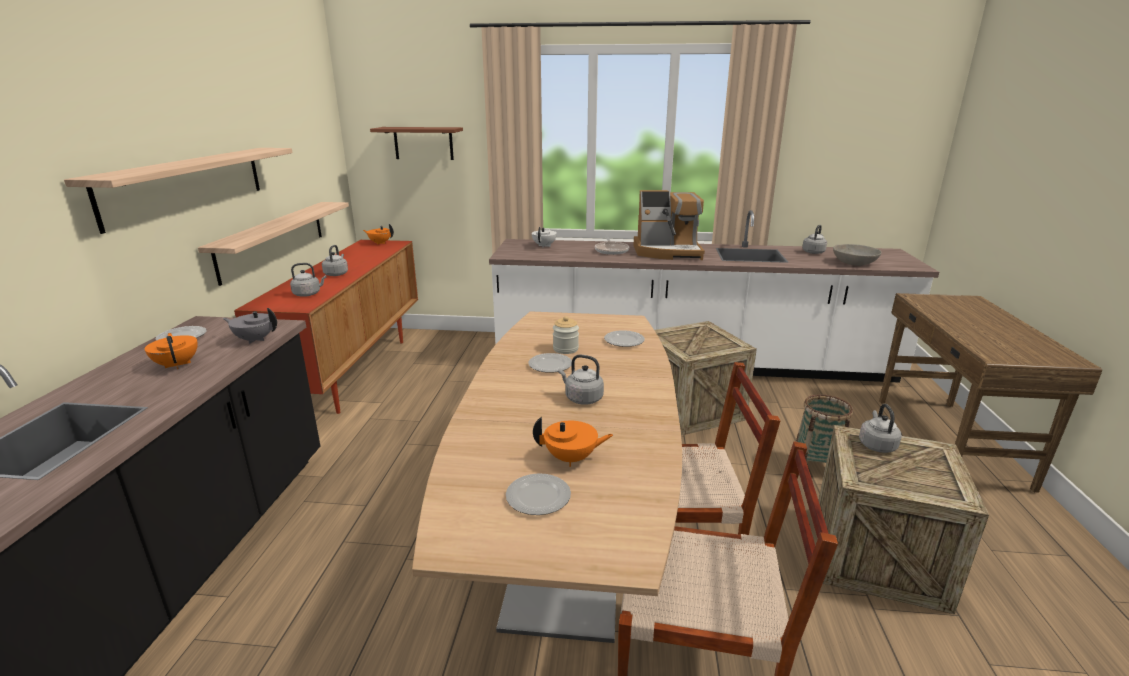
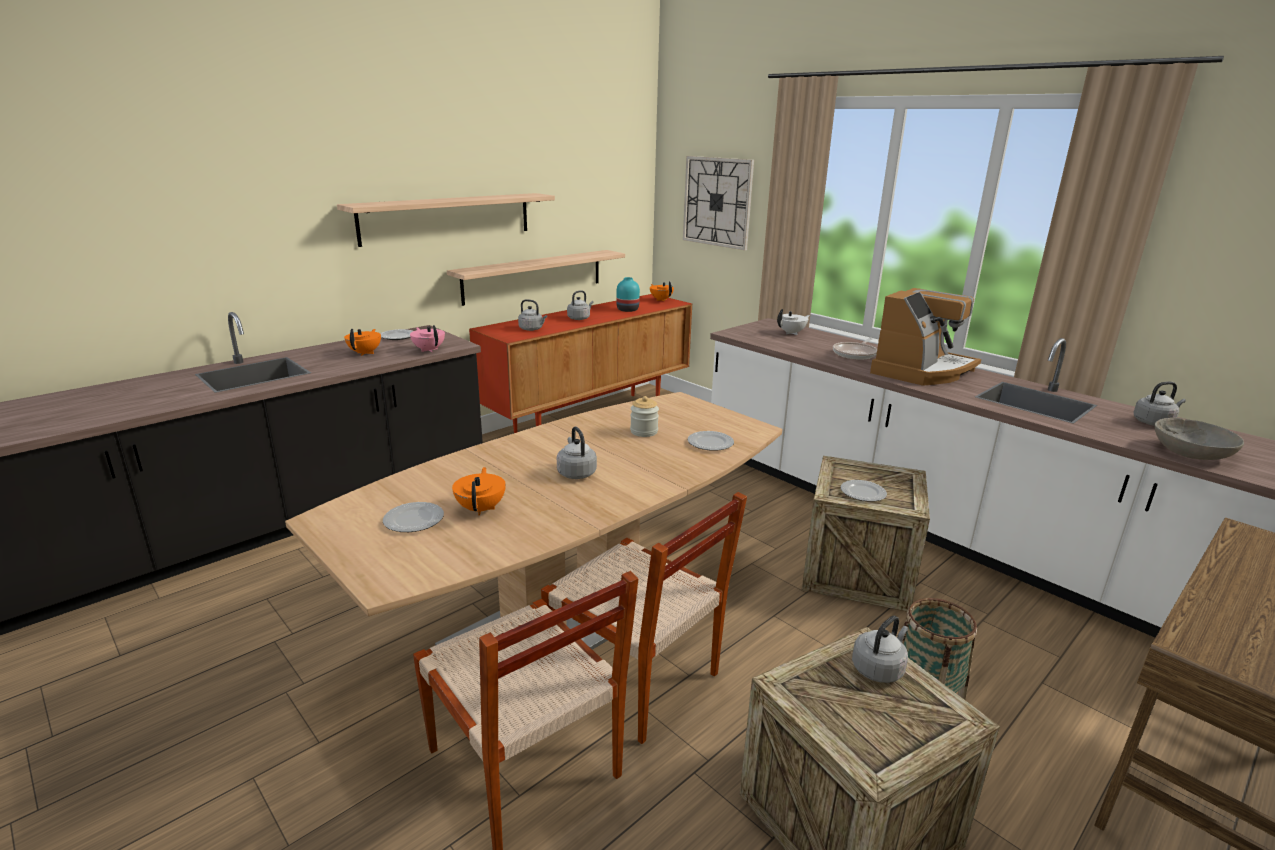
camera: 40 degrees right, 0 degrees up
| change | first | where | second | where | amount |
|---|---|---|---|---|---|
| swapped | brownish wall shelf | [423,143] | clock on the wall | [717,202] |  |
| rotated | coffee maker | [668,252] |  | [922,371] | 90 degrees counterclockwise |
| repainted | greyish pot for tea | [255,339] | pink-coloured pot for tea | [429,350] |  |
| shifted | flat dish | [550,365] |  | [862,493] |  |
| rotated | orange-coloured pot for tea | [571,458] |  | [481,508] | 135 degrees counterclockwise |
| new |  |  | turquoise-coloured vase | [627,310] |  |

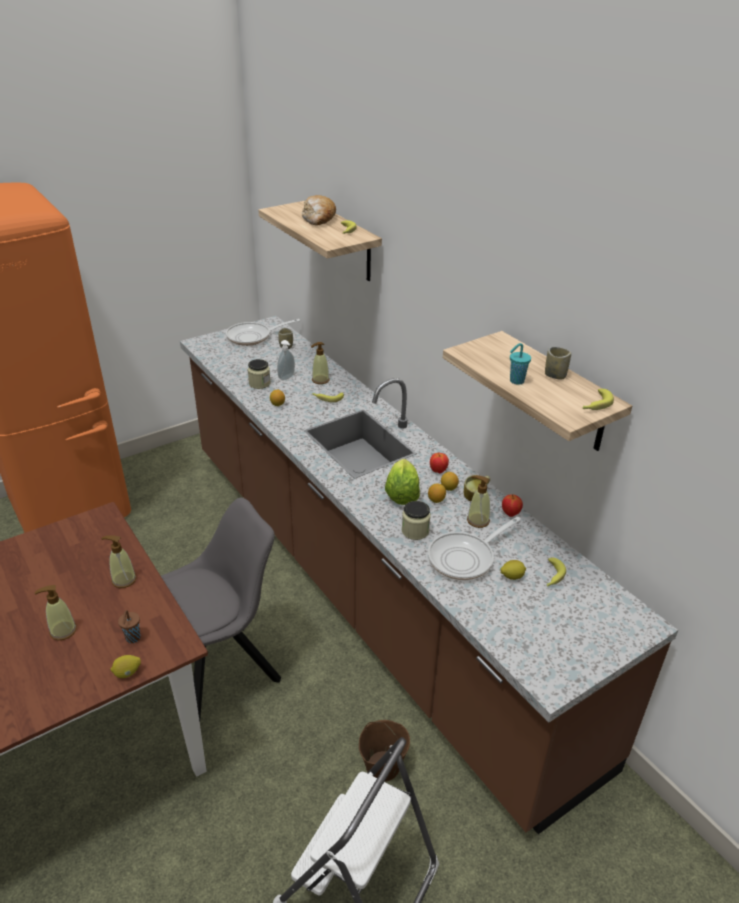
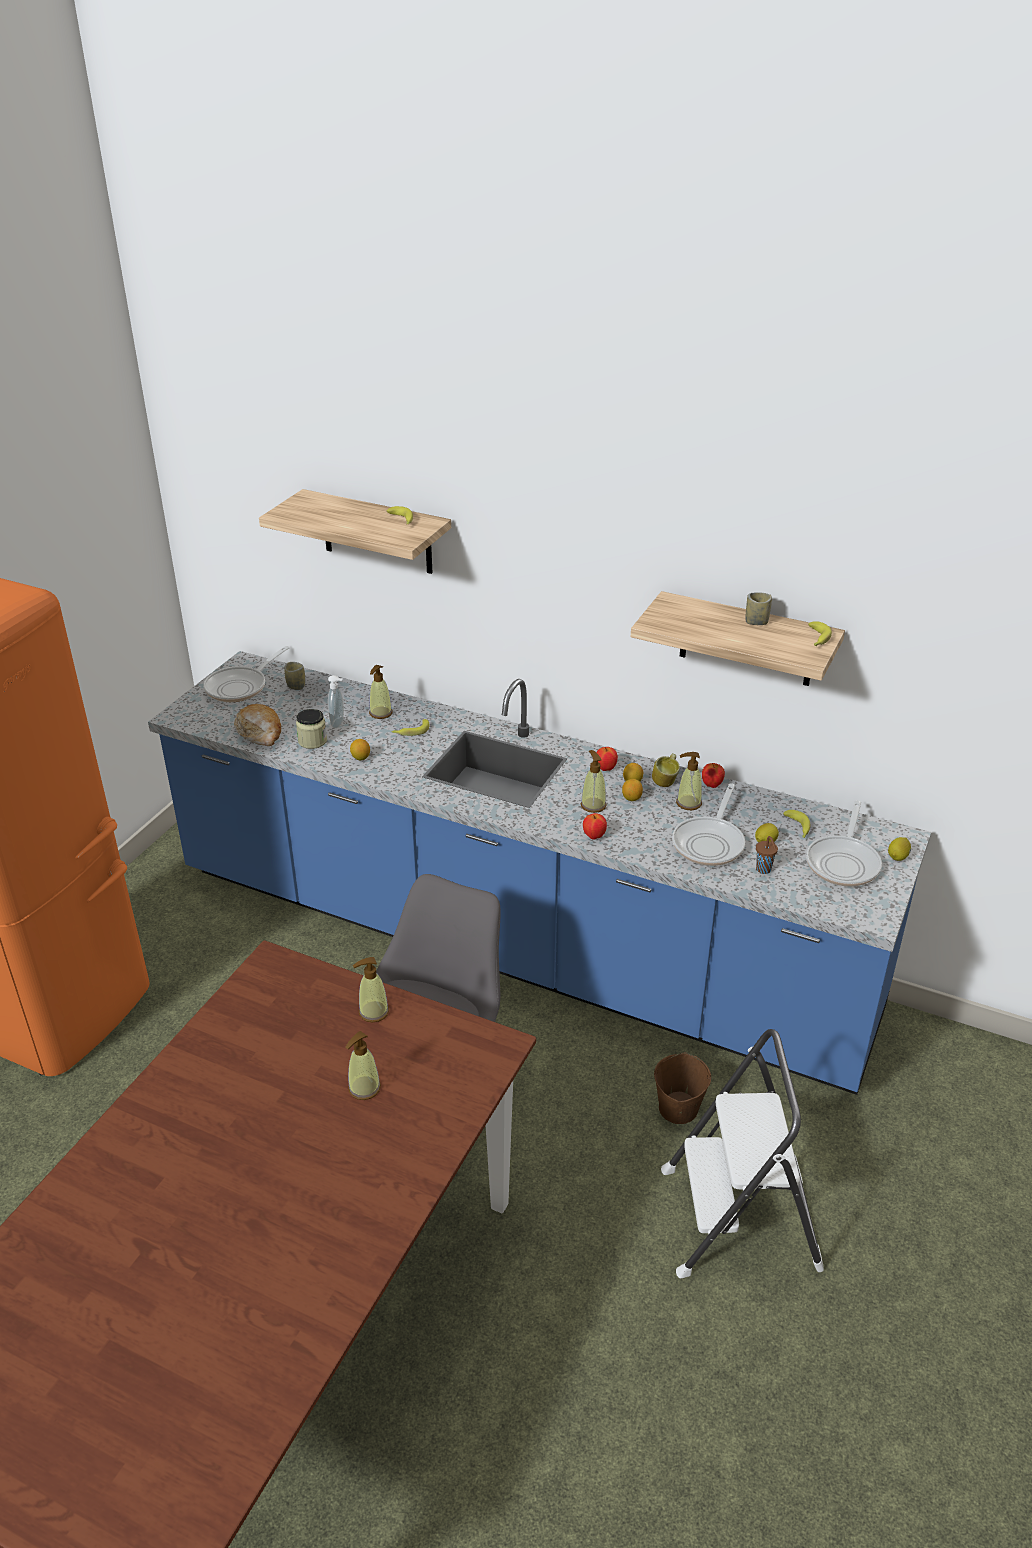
camera: 30 degrees left, 0 degrees up
| change | first | where | second | where | amount |
|---|---|---|---|---|---|
| shifted | baked bread | [318,219] |  | [260,733] |  |
| repainted | brownish kitchen counter | [366,586] | blue-coloured kitchen counter | [516,944] |  |
| gone | turquoise-coloured small cup | [516,381] |  |  |  |
| swapped | head of lettuce | [402,494] | soap dispenser | [593,805] |  |
| gone | jar | [415,531] |  |  |  |
| shifted | brownish small cup | [133,638] |  | [764,870] |  |
| shifted | citrus fruit | [127,673] |  | [898,857] |  |
| new |  |  | pan | [844,862] |  |
| new |  |  | apple fruit | [594,836] |  |

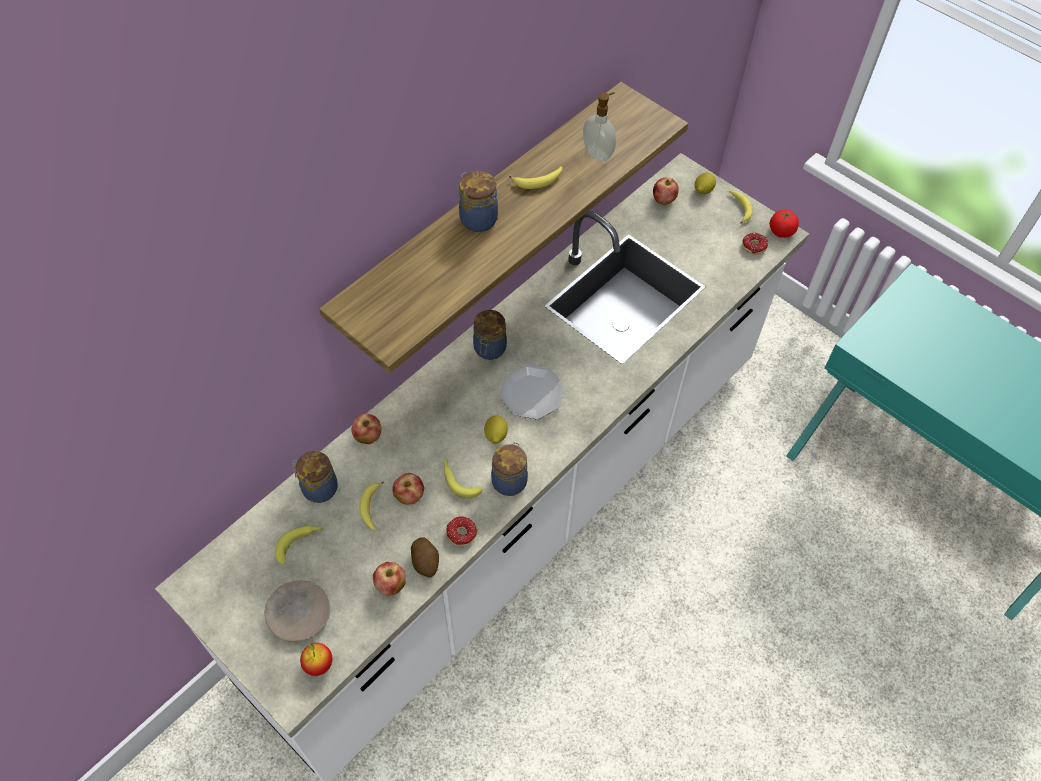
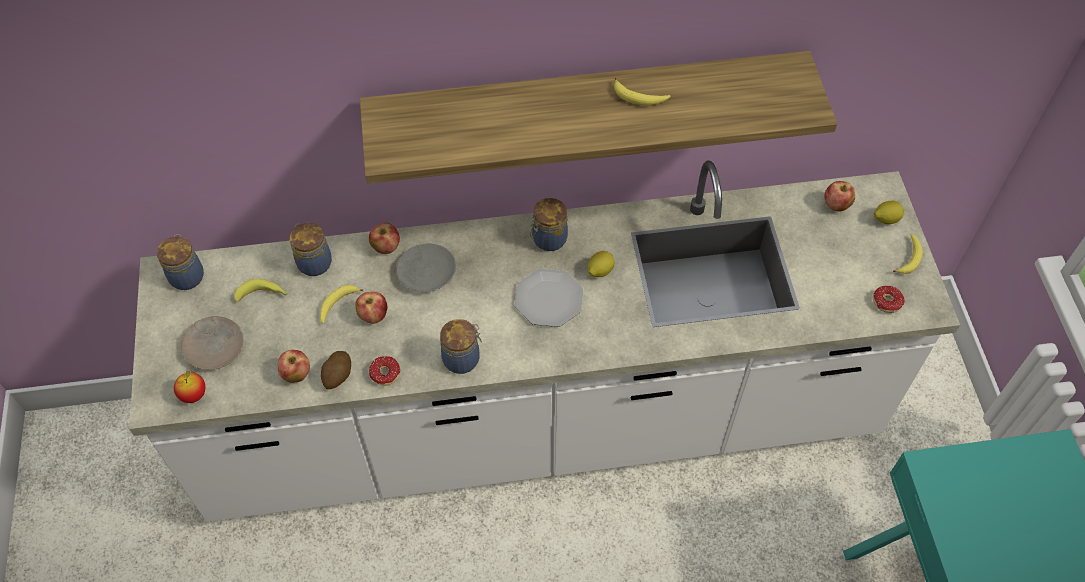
camera: 40 degrees right, 0 degrees up
| change | first | where | second | where | amount |
|---|---|---|---|---|---|
| gone | soap dispenser | [598,153] |  |  |  |
| shifted | jar | [477,218] |  | [187,275] |  |
| gone | whole tomato | [781,231] |  |  |  |
| shifted | citrus fruit | [495,435] |  | [599,271] |  |
| gone | banana | [459,480] |  |  |  |
| new |  |  | greyish flat dish | [426,272] |  |

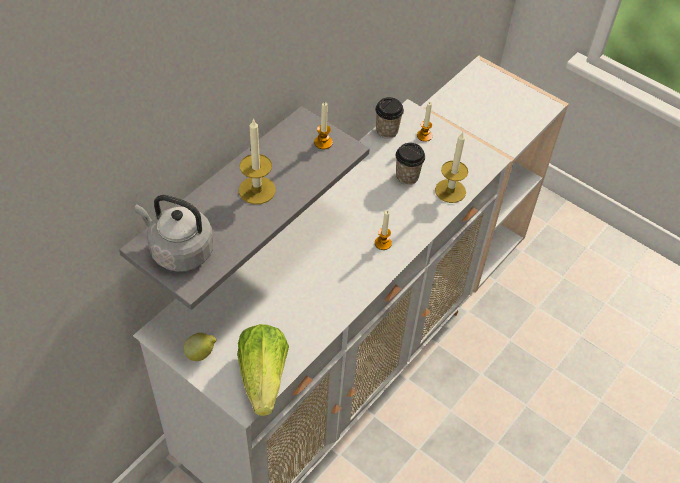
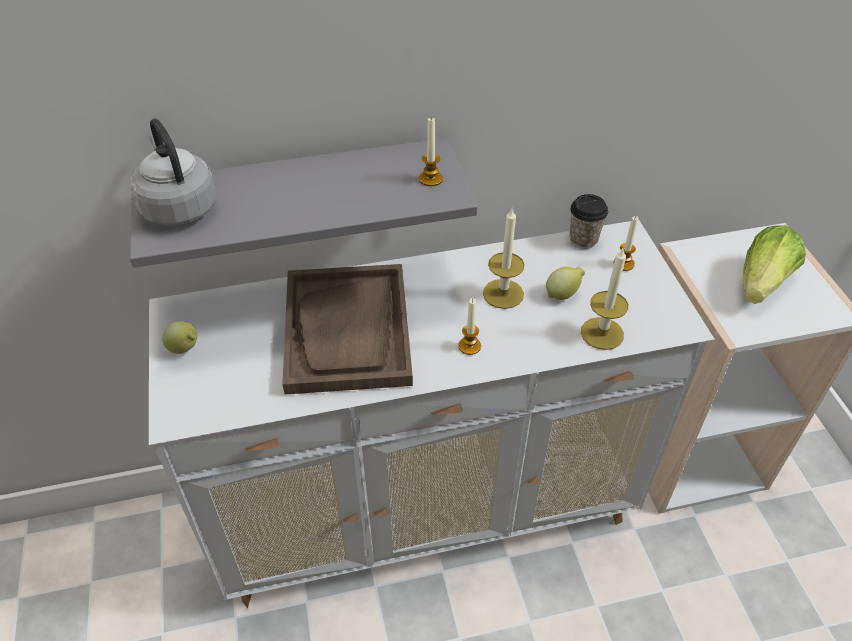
camera: 40 degrees right, 5 degrees down
| change | first | where | second | where | amount |
|---|---|---|---|---|---|
| shifted | wax light | [257,190] |  | [503,294] |  |
| swapped | small cup | [407,177] | citrus fruit | [563,294] |  |
| shifted | head of lettuce | [263,377] |  | [762,283] |  |
| new |  |  | brownish serving tray | [347,330] |  |

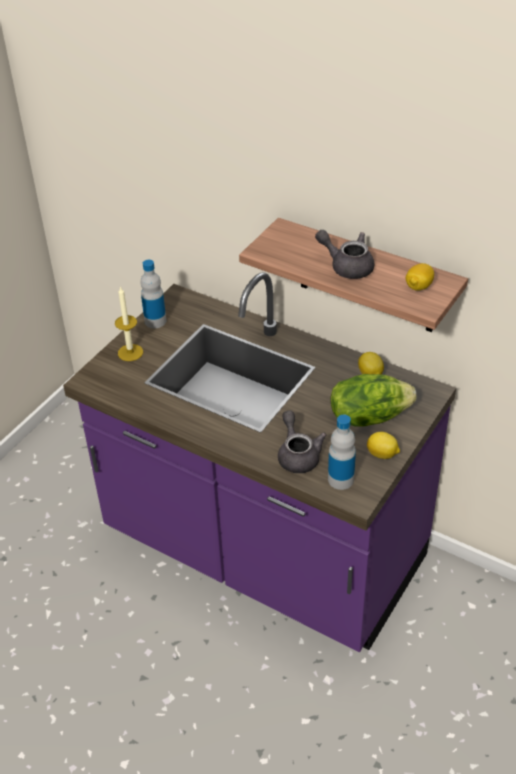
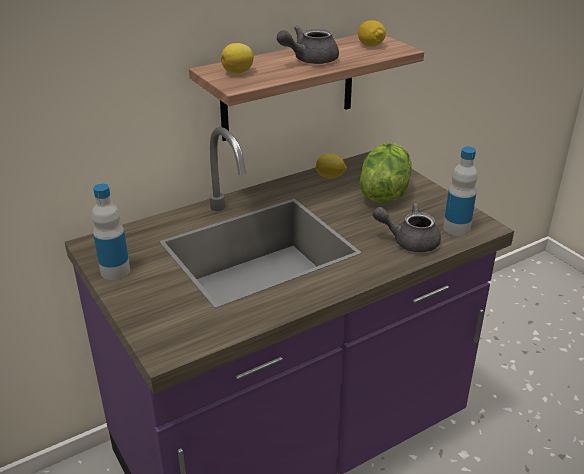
camera: 65 degrees left, 10 degrees down
| change | first | where | second | where | amount |
|---|---|---|---|---|---|
| gone | wax light | [130,352] |  |  |  |
| shifted | citrus fruit | [382,455] |  | [238,72] |  |

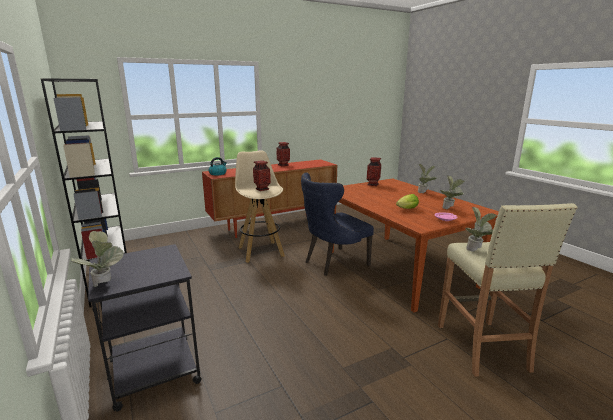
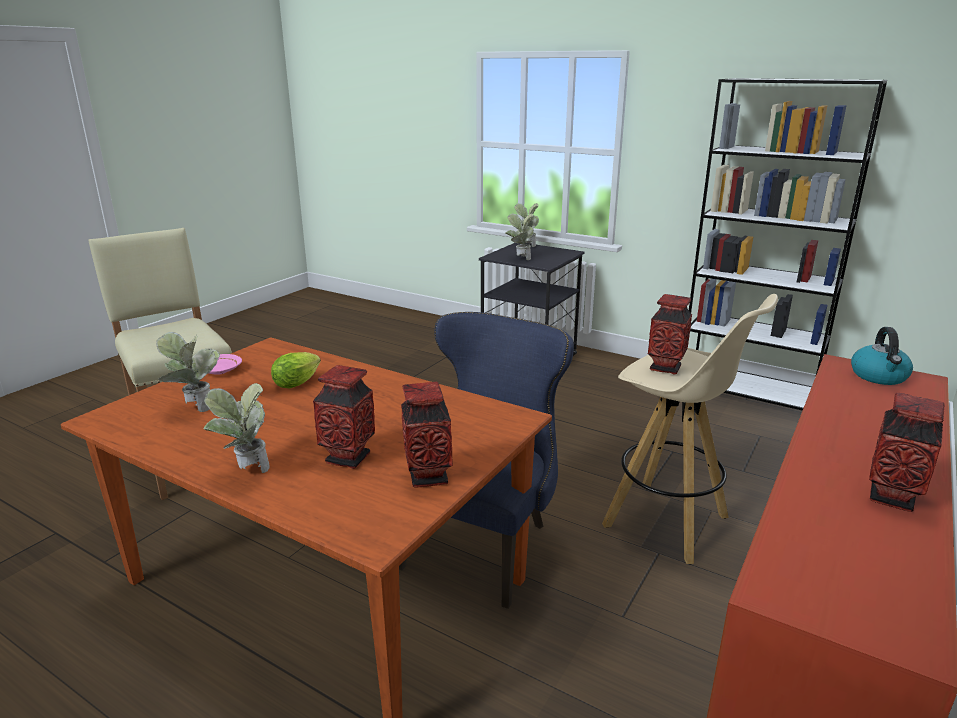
camera: 150 degrees right, 5 degrees up
| change | first | where | second | where | amount |
|---|---|---|---|---|---|
| shifted | plant in a pot | [477,250] |  | [519,258] |  |
| new |  |  | vase | [348,458] |  |

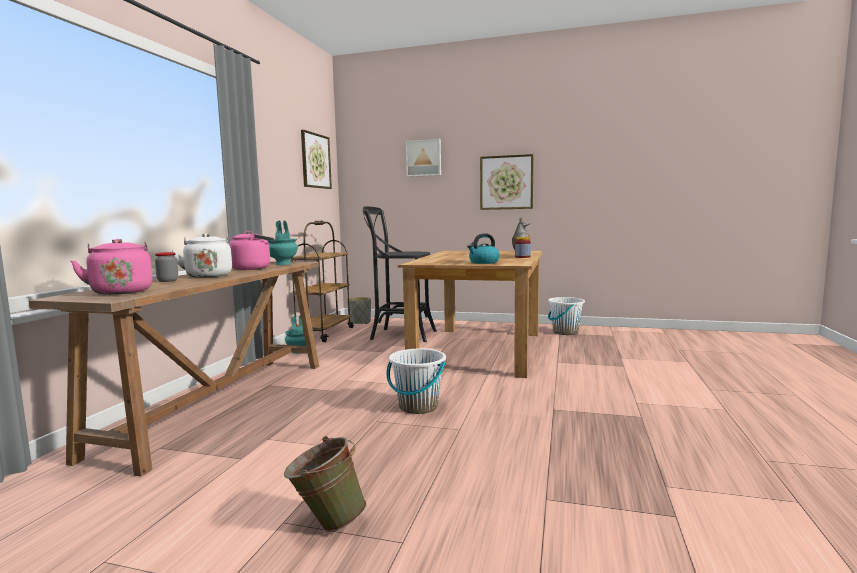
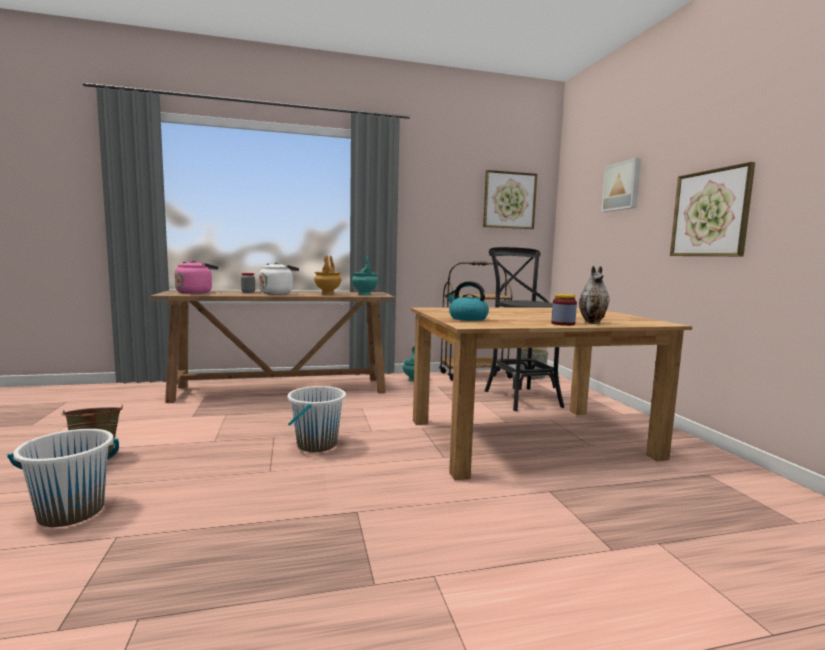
camera: 60 degrees right, 0 degrees up
| change | first | where | second | where | amount |
|---|---|---|---|---|---|
| swapped | pink-coloured kettle | [253,268] | brownish vase | [327,294] |  |
| shifted | whitish water bucket | [565,332] |  | [71,512] |  |

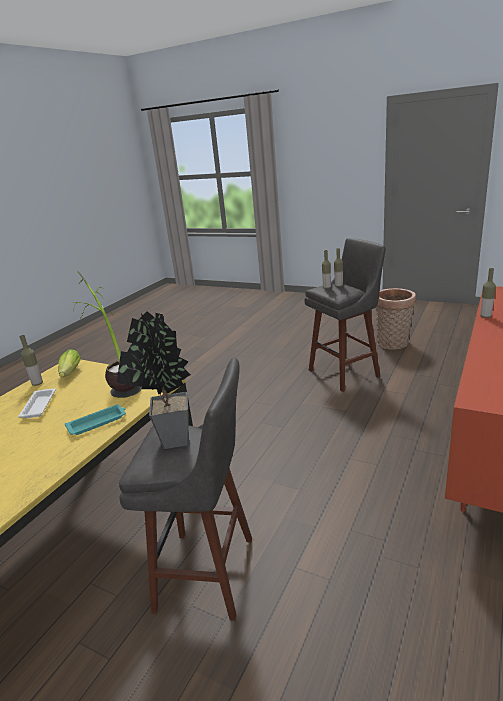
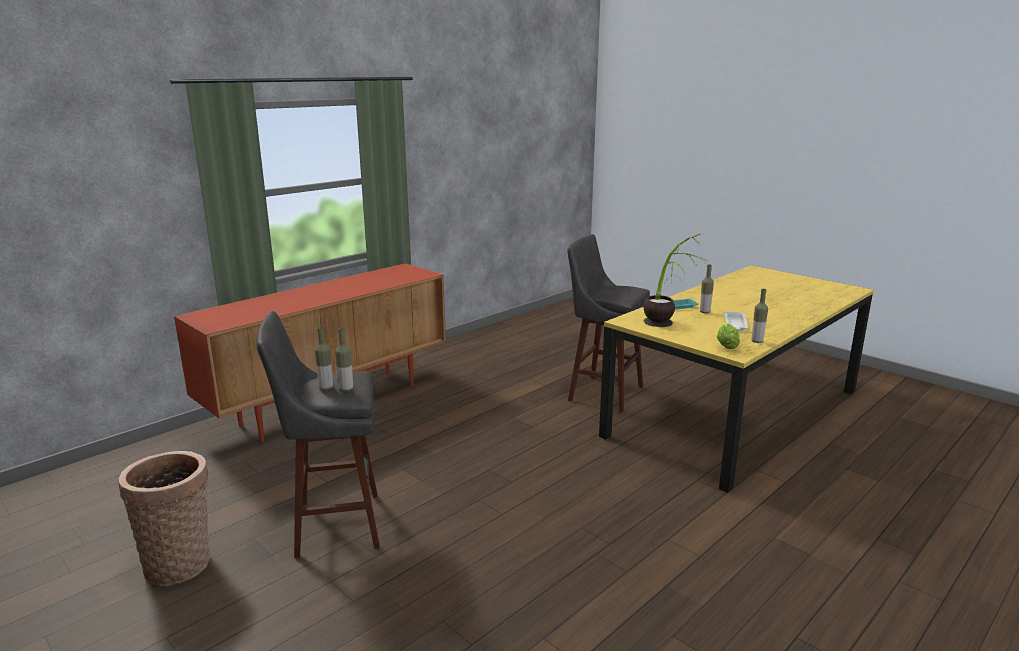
camera: 165 degrees left, 5 degrees down
| change | first | where | second | where | amount |
|---|---|---|---|---|---|
| shifted | beverage bottle | [485,316] |  | [704,312] |  |
| gone | plant in a pot | [172,443] |  |  |  |

